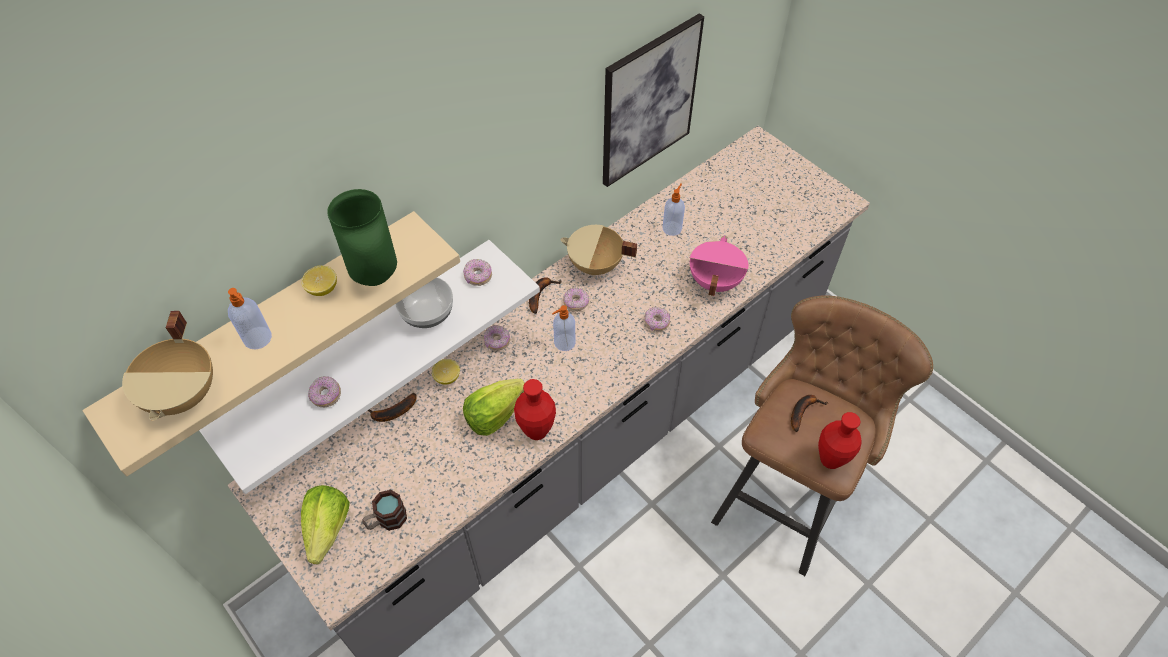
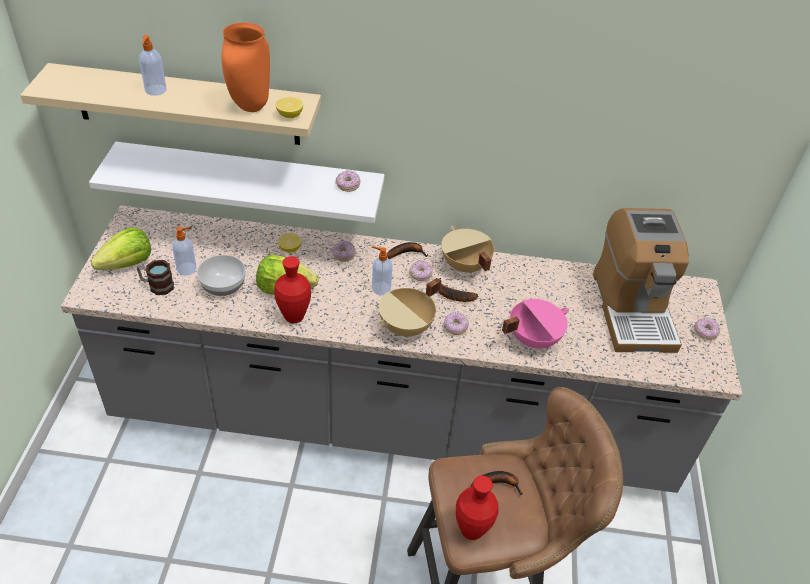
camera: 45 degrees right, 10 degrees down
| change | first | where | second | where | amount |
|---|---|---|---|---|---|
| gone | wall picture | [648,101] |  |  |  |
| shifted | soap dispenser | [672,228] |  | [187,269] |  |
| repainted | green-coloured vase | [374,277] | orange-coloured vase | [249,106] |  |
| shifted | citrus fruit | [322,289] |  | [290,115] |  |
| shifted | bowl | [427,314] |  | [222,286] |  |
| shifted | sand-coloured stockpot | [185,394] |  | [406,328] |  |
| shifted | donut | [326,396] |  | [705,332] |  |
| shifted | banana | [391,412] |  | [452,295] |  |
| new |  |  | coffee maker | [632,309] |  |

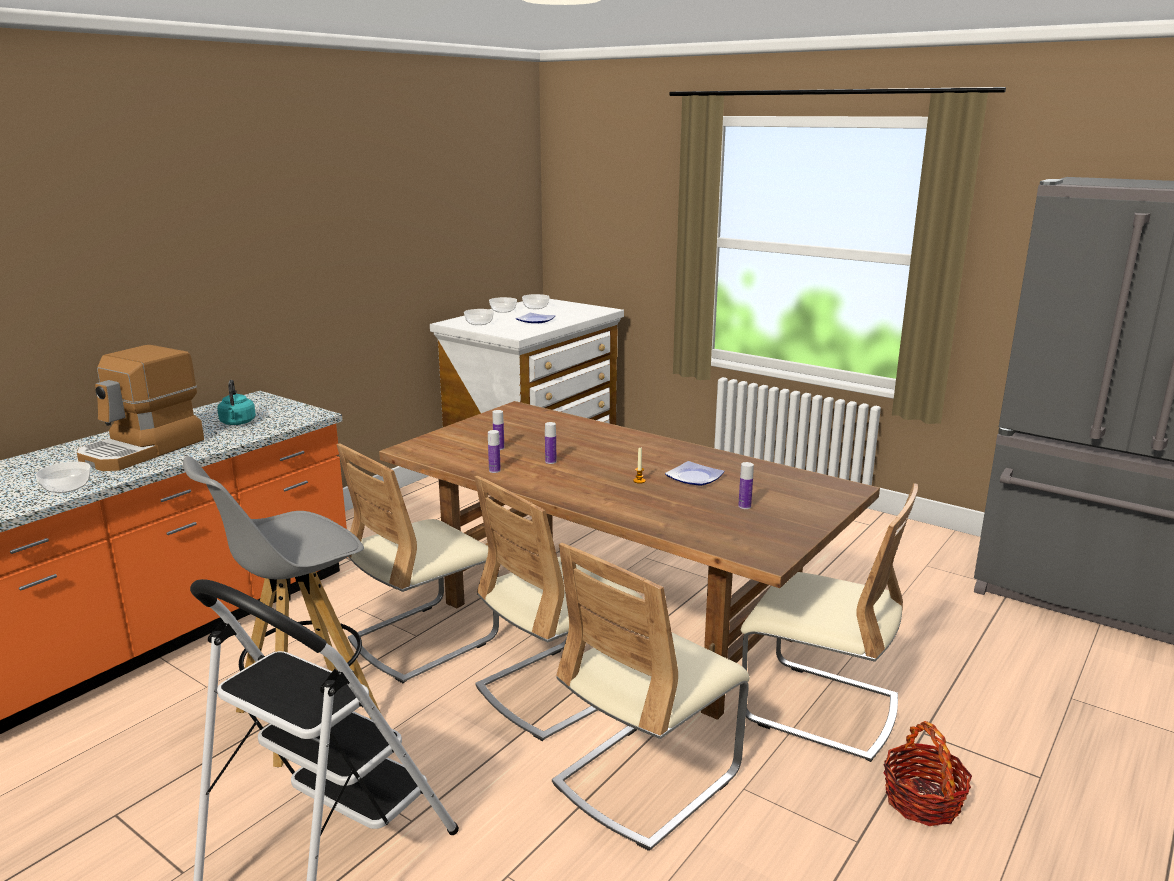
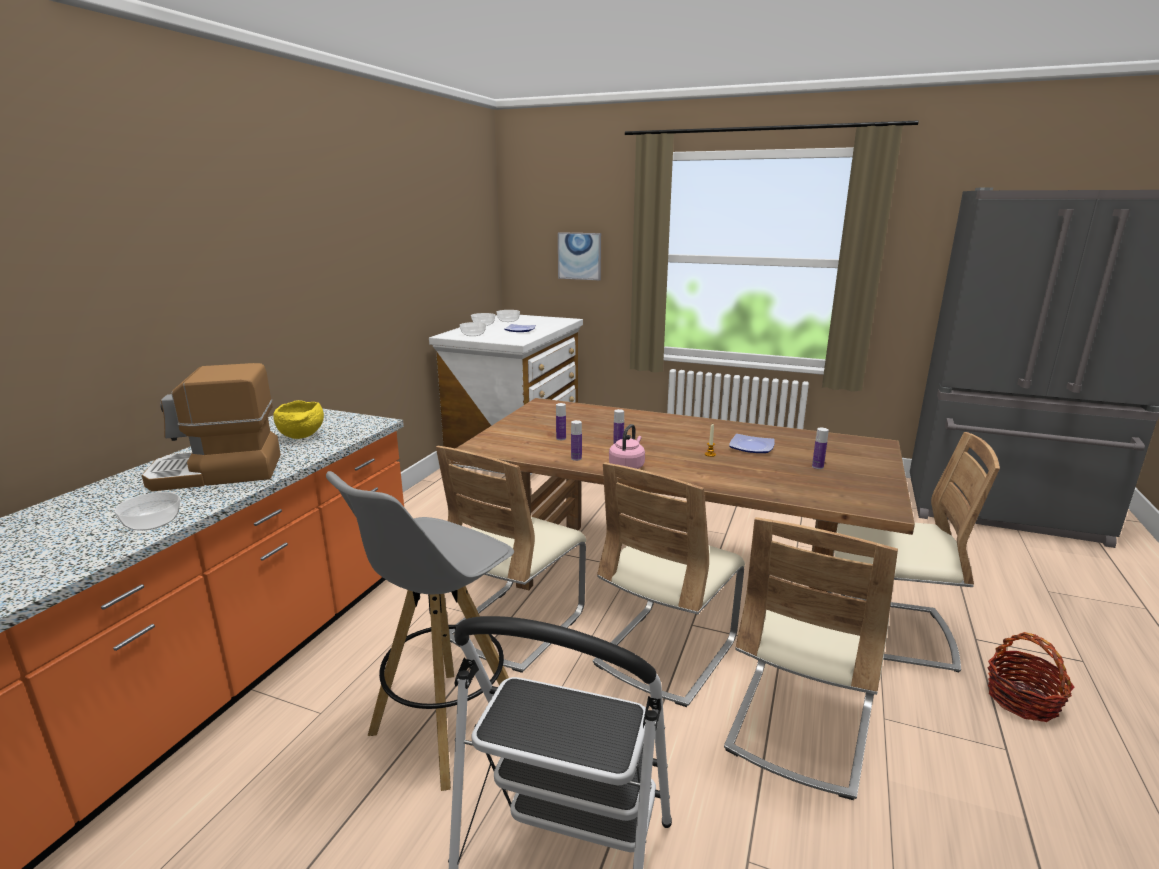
camera: 15 degrees left, 0 degrees up
| change | first | where | second | where | amount |
|---|---|---|---|---|---|
| rotated | coffee maker | [143,450] |  | [217,473] | 60 degrees clockwise |
| swapped | turquoise-coloured kettle | [237,423] | yellowish bowl | [302,437] |  |
| new |  |  | wall picture | [579,256] |  |
| new |  |  | pink-coloured kettle | [627,466] |  |

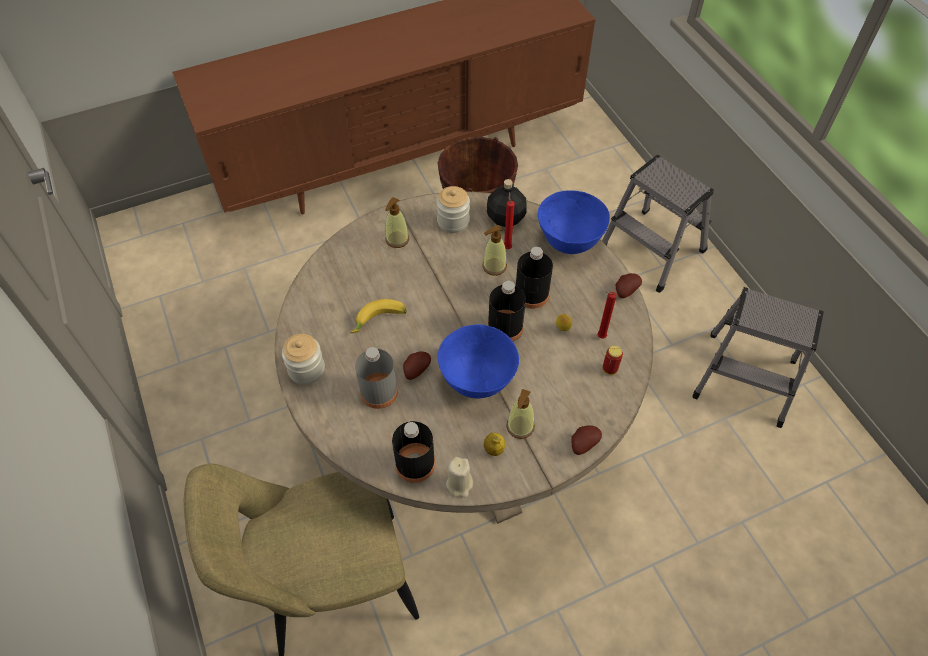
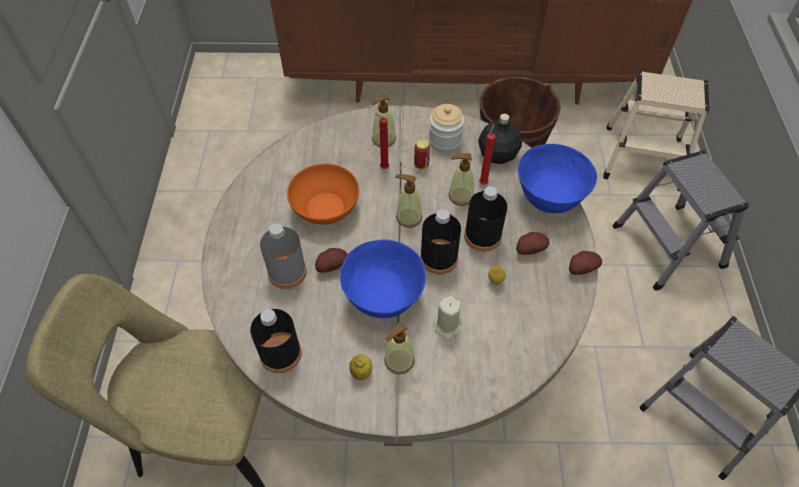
camera: 25 degrees right, 0 degrees up
| change | first | where | second | where | amount |
|---|---|---|---|---|---|
| shifted | red wax light | [600,337] |  | [383,167] |  |
| swapped | banana | [379,321] | orange-coloured bowl | [325,208] |  |
| gone | jar | [306,369] |  |  |  |
| shifted | metal can | [610,369] |  | [421,165] |  |
| shifted | spud | [582,444] |  | [529,249] |  |
| shifted | sand-coloured wax light | [459,484] |  | [447,326] |  |
| new |  |  | sand-coloured stepladder | [643,157] |  |
| new |  |  | soap dispenser | [408,217] |  |

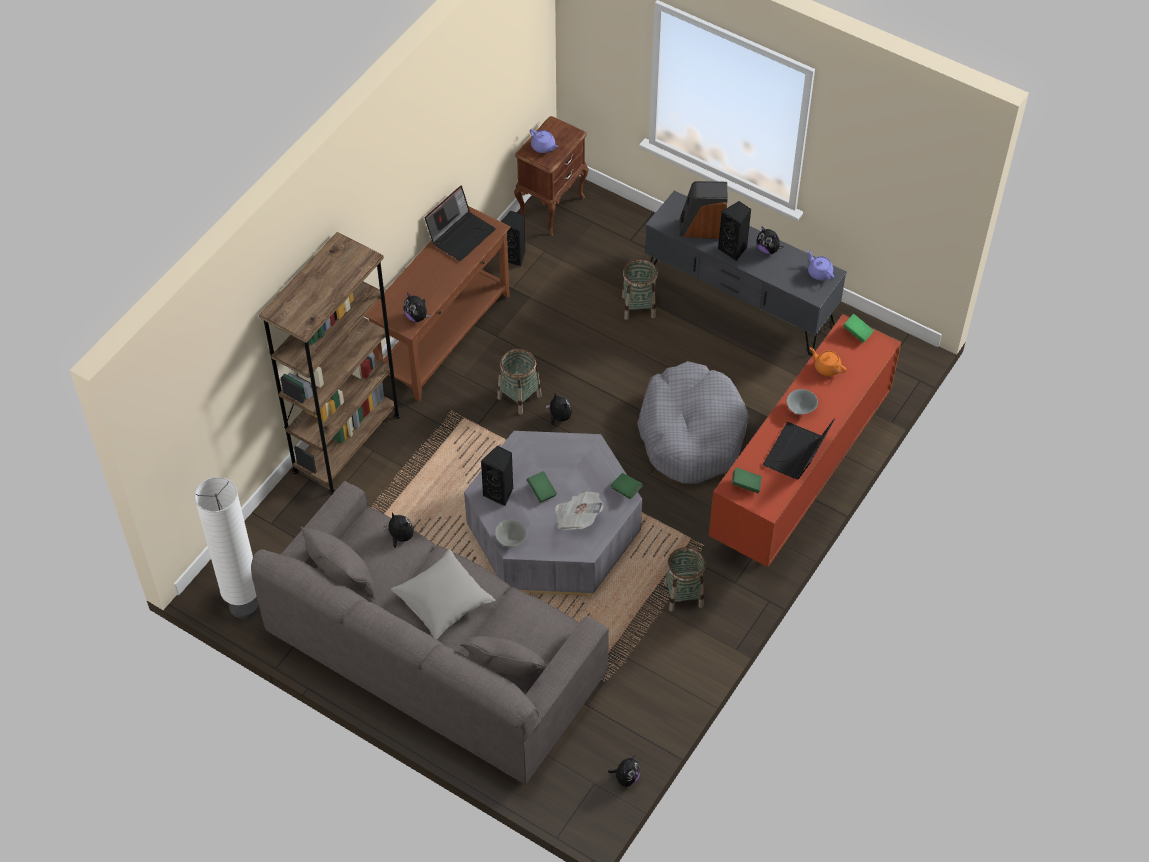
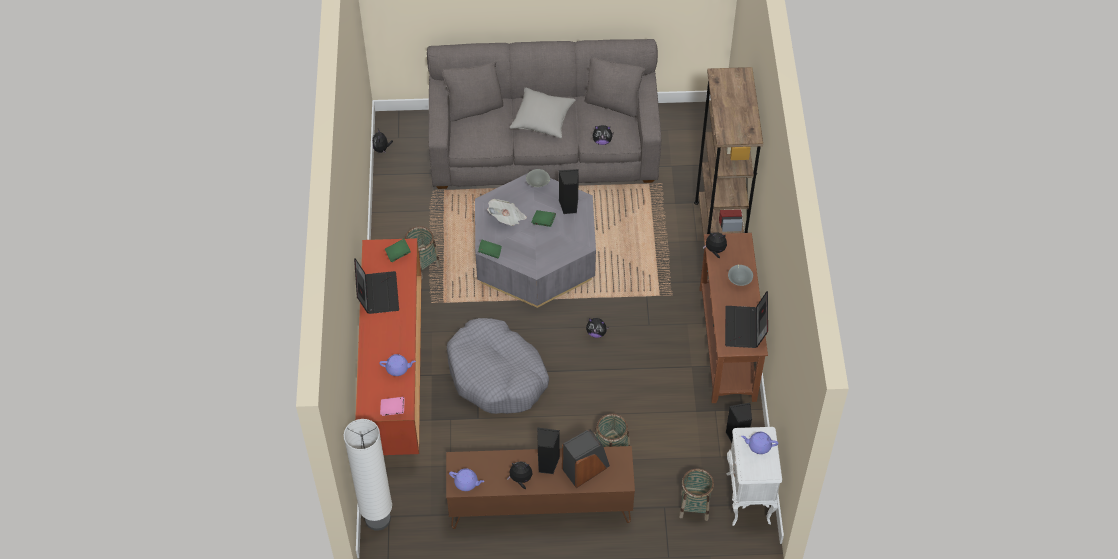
camera: 145 degrees right, 0 degrees up
| change | first | where | second | where | amount |
|---|---|---|---|---|---|
| repainted | brownish nightstand | [551,207] | whitish nightstand | [748,499] |  |
| repainted | greyish media console | [740,299] | brownish media console | [539,505] |  |
| repainted | green-coloured bound book | [857,333] | pink-coloured bound book | [393,409] |  |
| repainted | orange-coloured pot for tea | [826,367] | purplish pot for tea | [398,368] |  |
| shifted | basket | [519,396] |  | [694,506] |  |
| shifted | greyish bowl | [800,409] |  | [739,280] |  |
| shifted | whitish standard lamp | [244,605] |  | [378,519] |  |

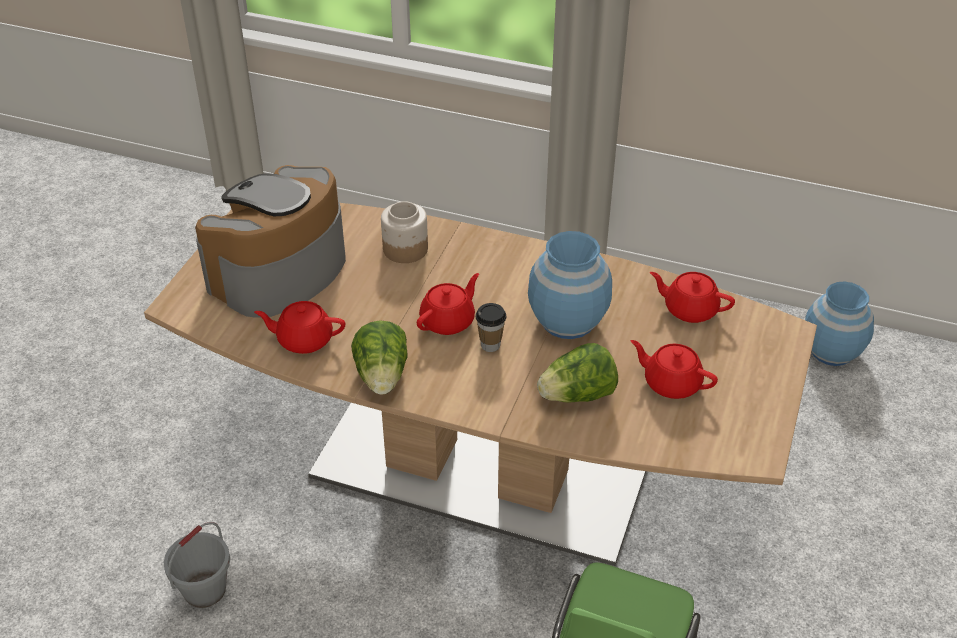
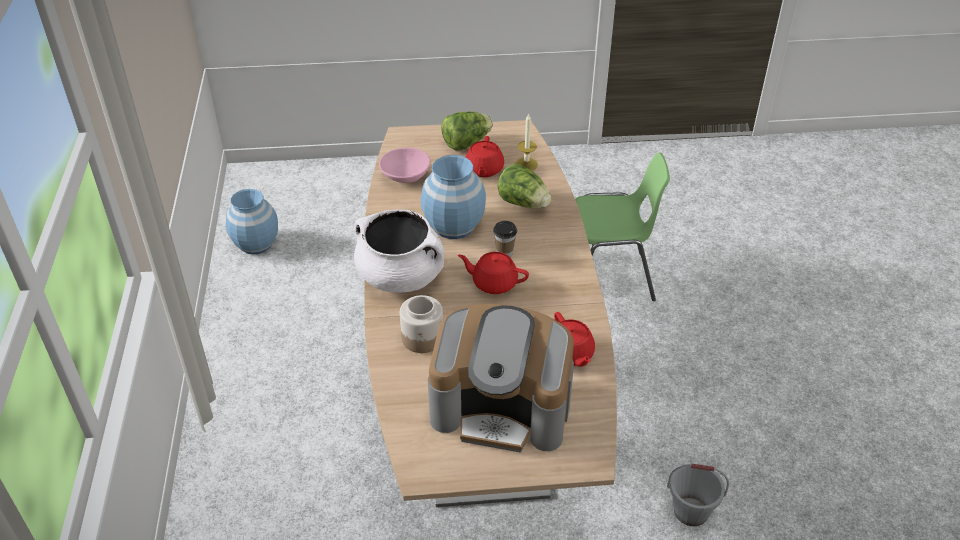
camera: 115 degrees left, 0 degrees up
| change | first | where | second | where | amount |
|---|---|---|---|---|---|
| swapped | red pot for tea | [689,309] | pink-coloured bowl | [406,176] |  |
| shifted | head of lettuce | [382,377] |  | [466,143] |  |
| new |  |  | wax light | [526,164] |  |
| new |  |  | whitish stockpot | [401,276] |  |

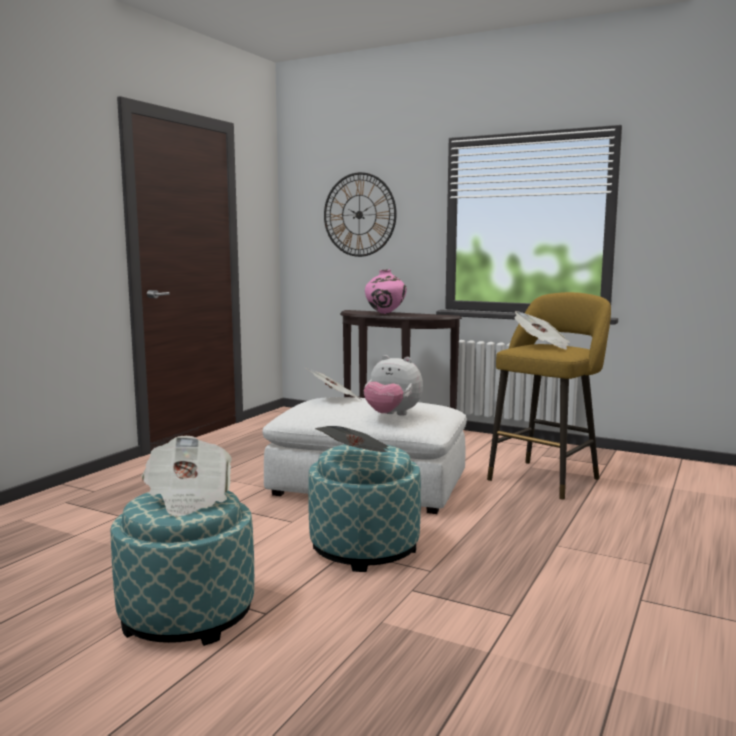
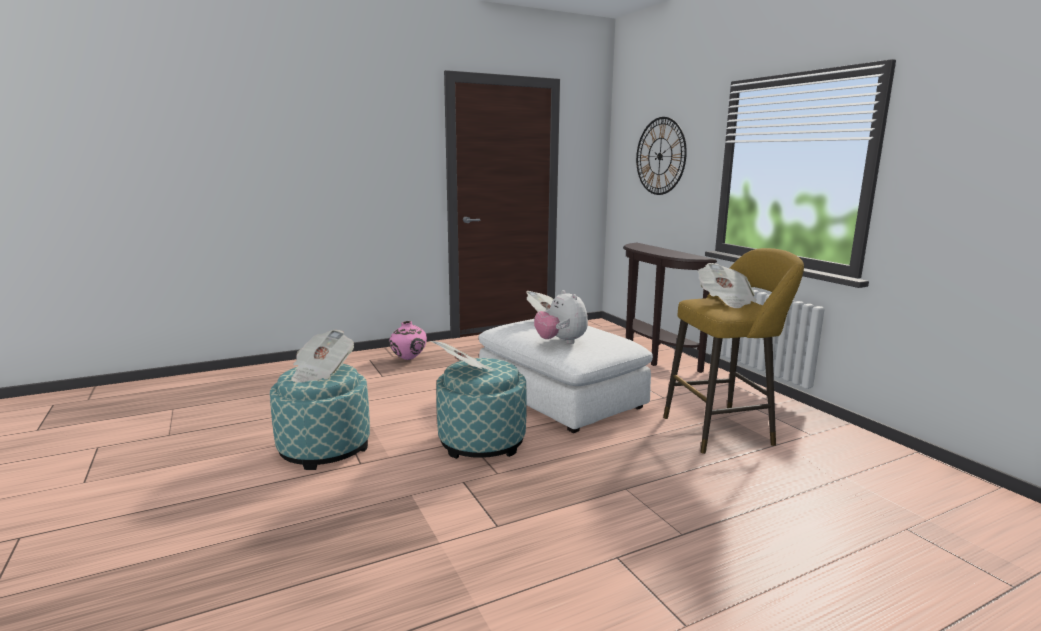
camera: 35 degrees right, 5 degrees up
| change | first | where | second | where | amount |
|---|---|---|---|---|---|
| shifted | pink-coloured vase | [385,314] |  | [409,359] |  |

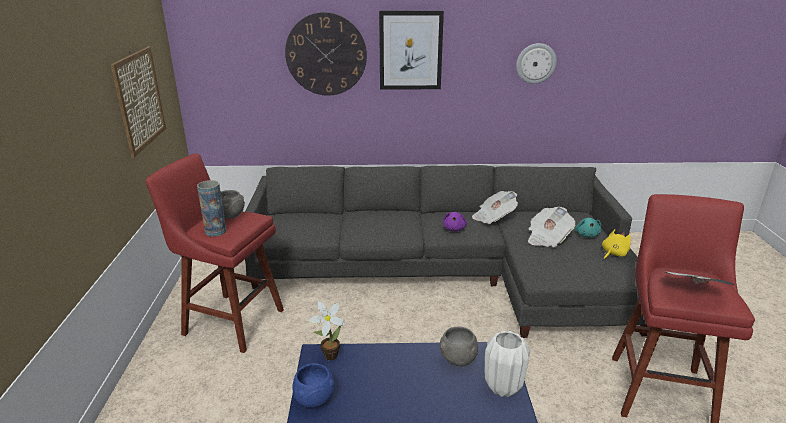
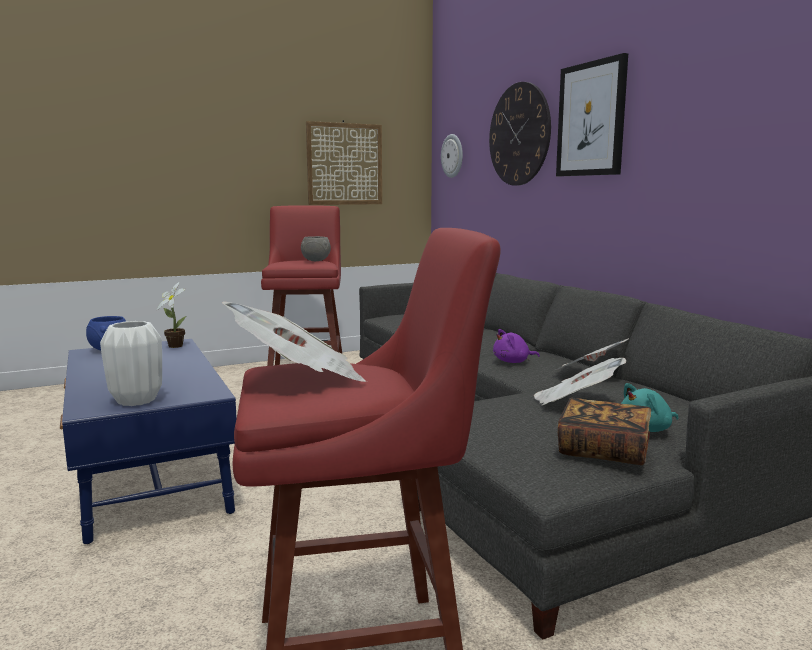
camera: 65 degrees right, 15 degrees down
| change | first | where | second | where | amount |
|---|---|---|---|---|---|
| shifted | clock on the wall | [536,63] |  | [452,156] |  |
| gone | vase | [215,231] |  |  |  |
| swapped | yellowish cuddly toy | [613,254] | bound book | [603,450] |  |
| gone | greyish bowl | [457,360] |  |  |  |

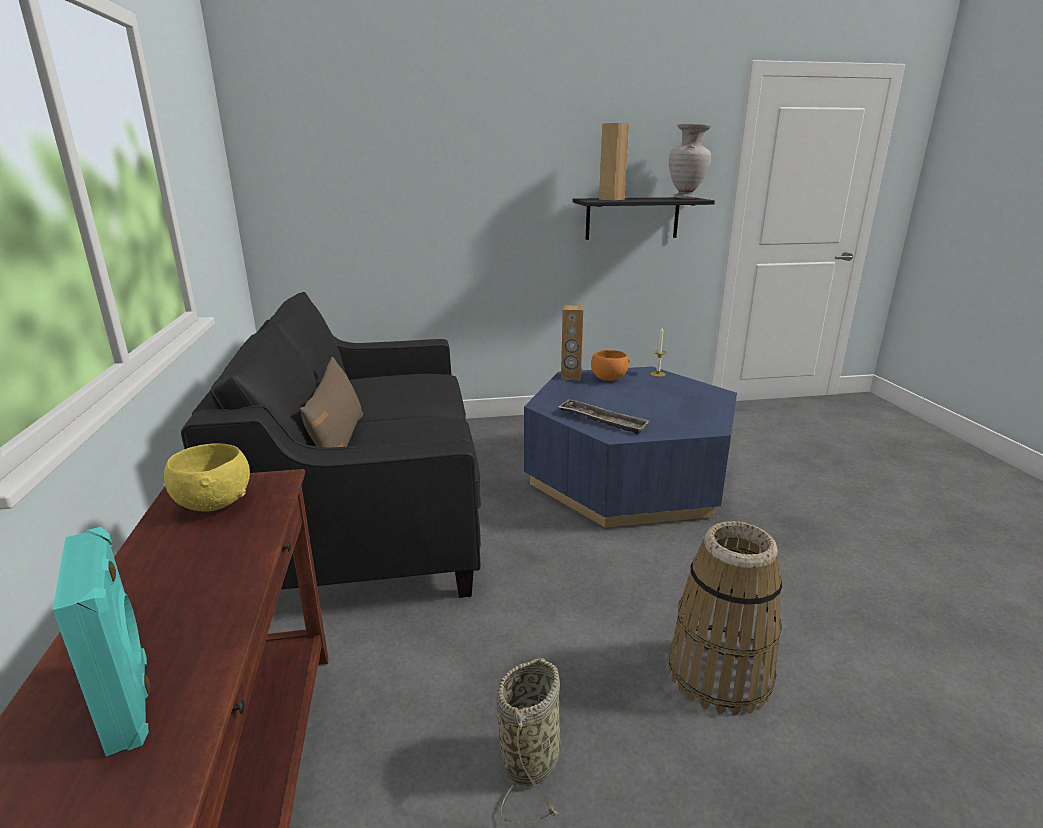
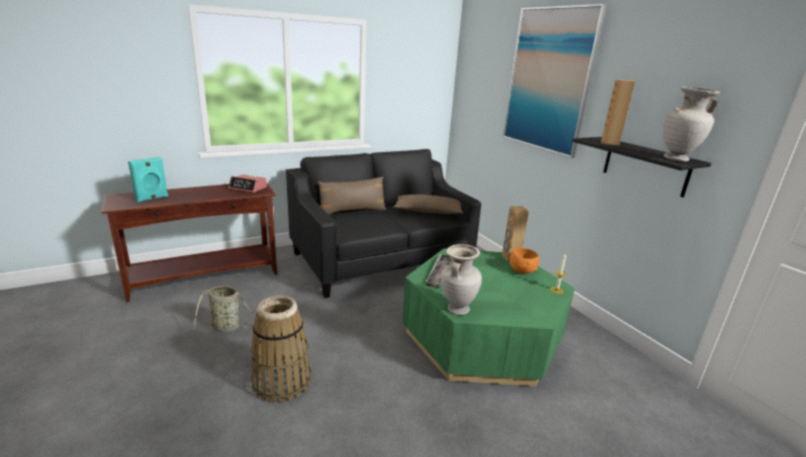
camera: 70 degrees right, 0 degrees up
| change | first | where | second | where | amount |
|---|---|---|---|---|---|
| repainted | blue-coloured coffee table | [627,476] | green-coloured coffee table | [481,337] |  |
| swapped | yellowish bowl | [214,503] | table clock | [248,188] |  |
| new |  |  | wall picture | [548,80] |  |
| new |  |  | brownish cushion | [428,211] |  |
| new |  |  | sand-coloured vase | [457,309] |  |

